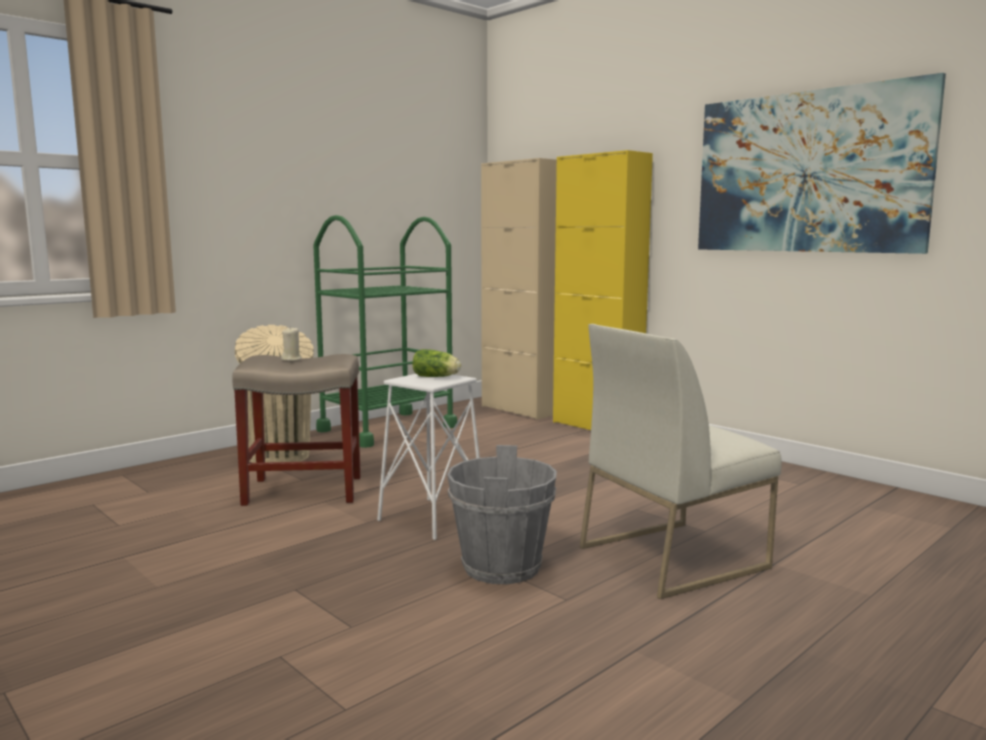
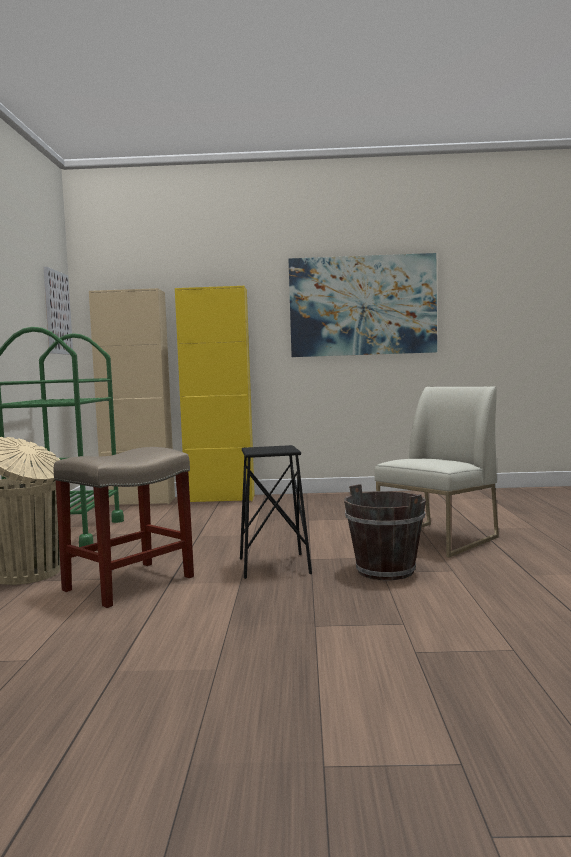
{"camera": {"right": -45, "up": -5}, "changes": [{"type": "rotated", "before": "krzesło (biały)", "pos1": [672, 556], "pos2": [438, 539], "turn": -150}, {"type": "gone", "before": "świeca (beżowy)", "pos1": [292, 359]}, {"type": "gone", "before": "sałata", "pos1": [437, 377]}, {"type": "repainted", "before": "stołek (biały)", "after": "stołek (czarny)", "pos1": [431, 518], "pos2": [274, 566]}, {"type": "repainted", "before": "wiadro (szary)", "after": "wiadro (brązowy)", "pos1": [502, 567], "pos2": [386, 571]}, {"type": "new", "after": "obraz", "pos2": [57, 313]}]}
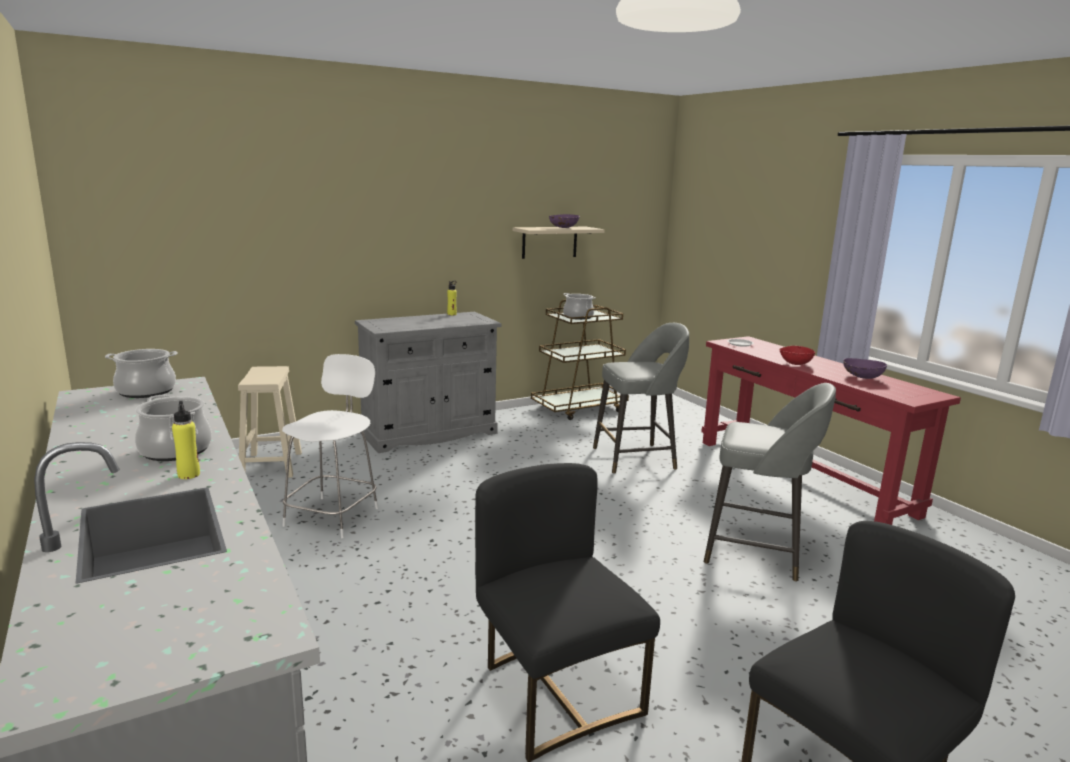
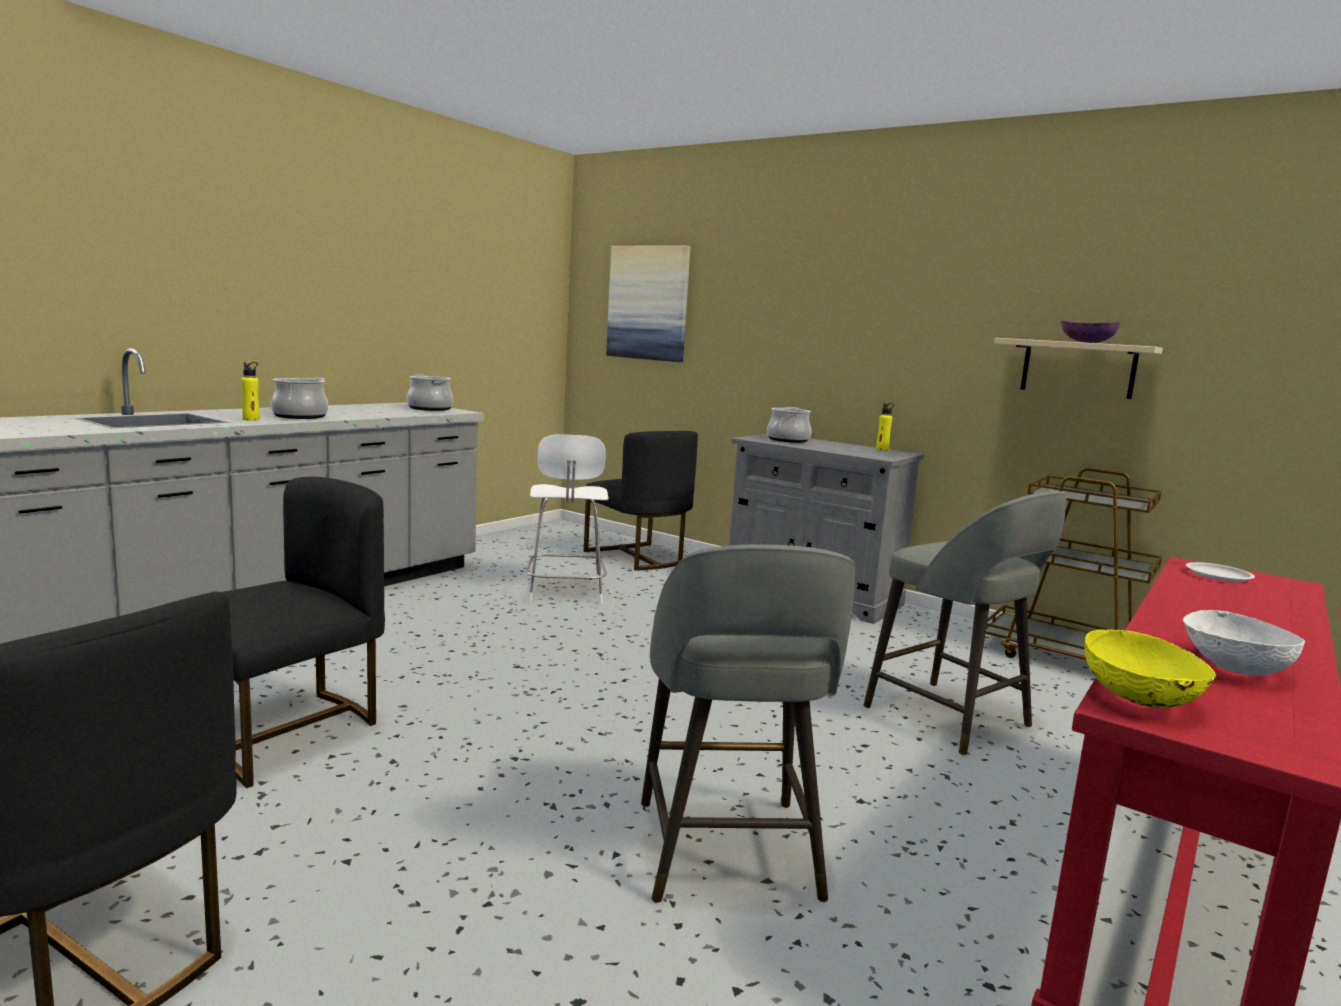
{"camera": {"right": 65, "up": -5}, "changes": [{"type": "shifted", "before": "garnek", "pos1": [578, 317], "pos2": [788, 440]}, {"type": "gone", "before": "miska (czerwony)", "pos1": [795, 363]}, {"type": "rotated", "before": "krzesło (biały)", "pos1": [334, 515], "pos2": [565, 593], "turn": 90}, {"type": "repainted", "before": "miska (fioletowy)", "after": "miska (biały)", "pos1": [862, 377], "pos2": [1232, 668]}, {"type": "swapped", "before": "stołek (beżowy)", "after": "krzesło (czarny)", "pos1": [271, 466], "pos2": [637, 557]}, {"type": "new", "after": "obraz", "pos2": [648, 303]}, {"type": "new", "after": "miska (żółty)", "pos2": [1141, 700]}]}
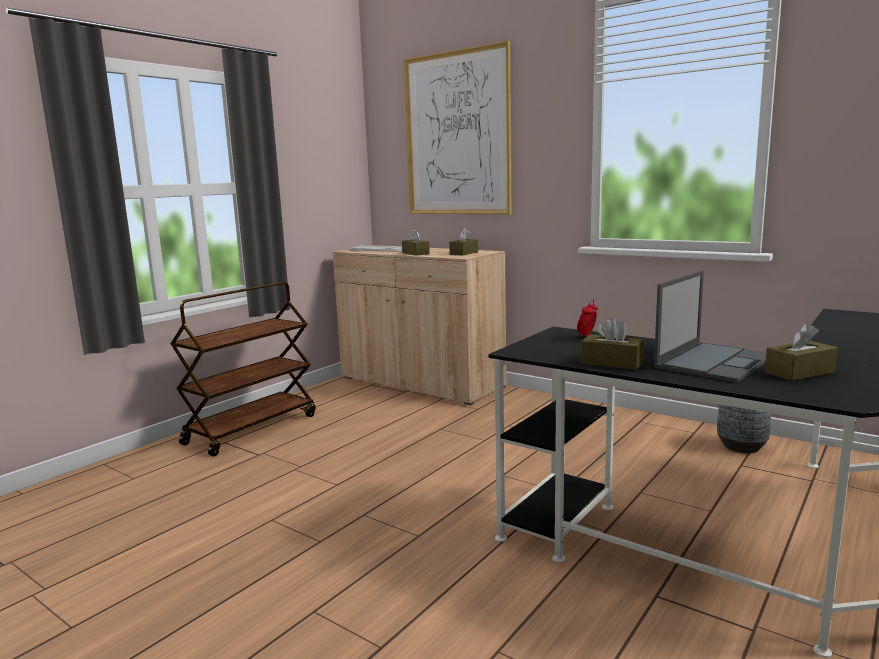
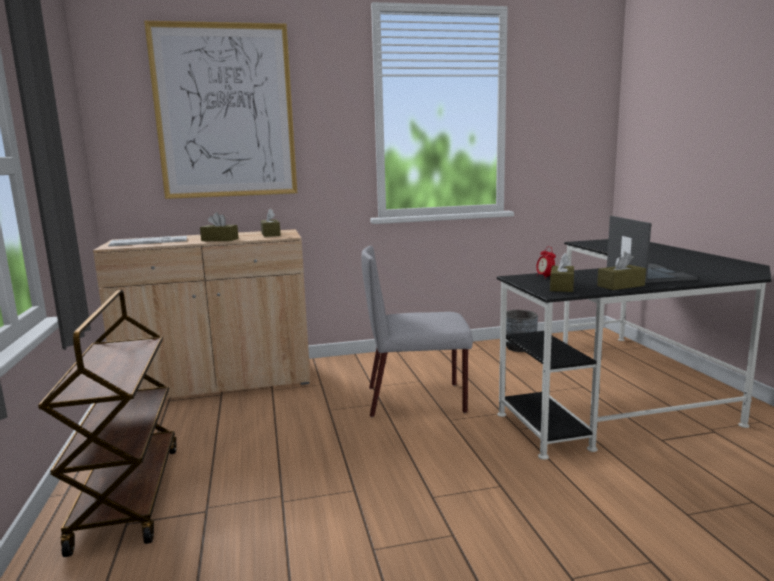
{"camera": {"right": -50, "up": 0}, "changes": [{"type": "shifted", "before": "pudełko chusteczek (brązowy)", "pos1": [799, 372], "pos2": [561, 287]}, {"type": "new", "after": "krzesło (szary)", "pos2": [417, 399]}]}
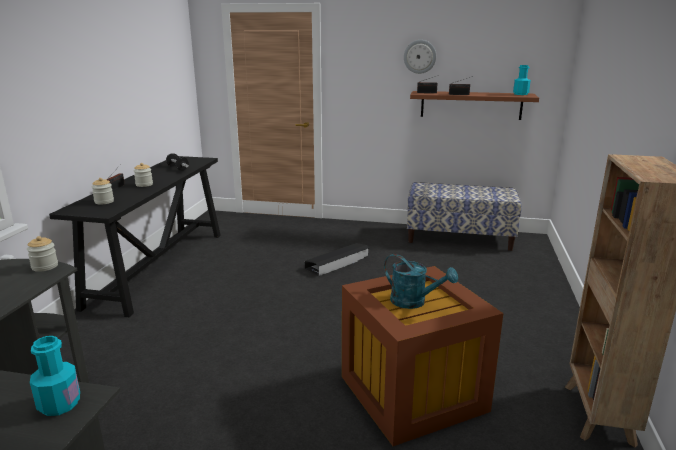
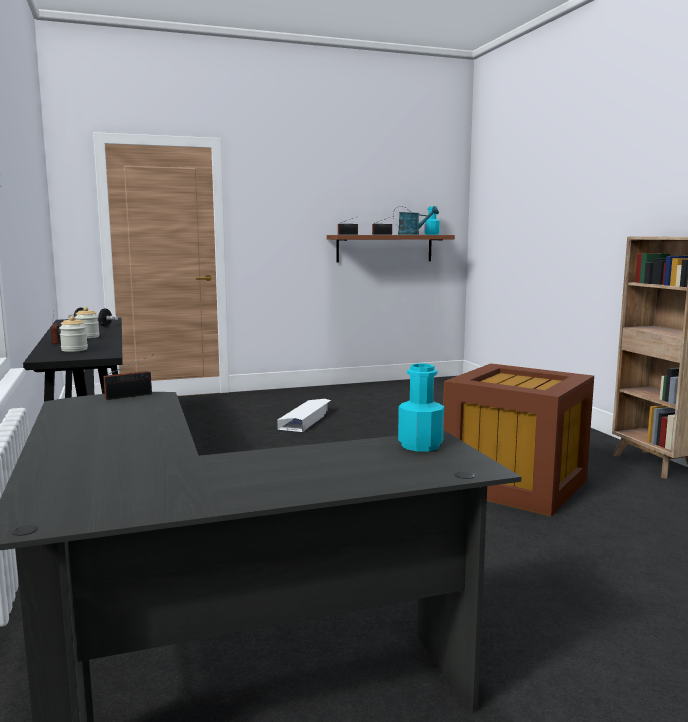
{"camera": {"right": -30, "up": -10}, "changes": [{"type": "gone", "before": "zegar ścienny", "pos1": [420, 56]}, {"type": "gone", "before": "ławka", "pos1": [459, 238]}, {"type": "swapped", "before": "słoik", "after": "radio", "pos1": [45, 266], "pos2": [131, 396]}, {"type": "repainted", "before": "pojemnik do przechowywania (czarny)", "after": "pojemnik do przechowywania (biały)", "pos1": [338, 262], "pos2": [306, 420]}, {"type": "shifted", "before": "konewka (turkusowy)", "pos1": [414, 302], "pos2": [413, 234]}]}
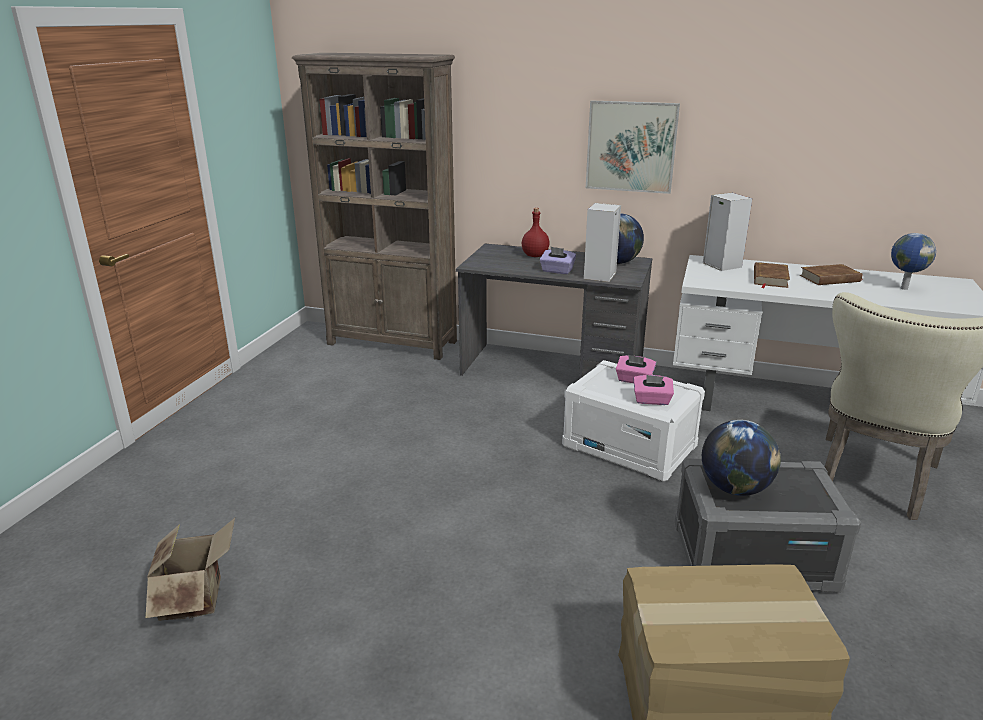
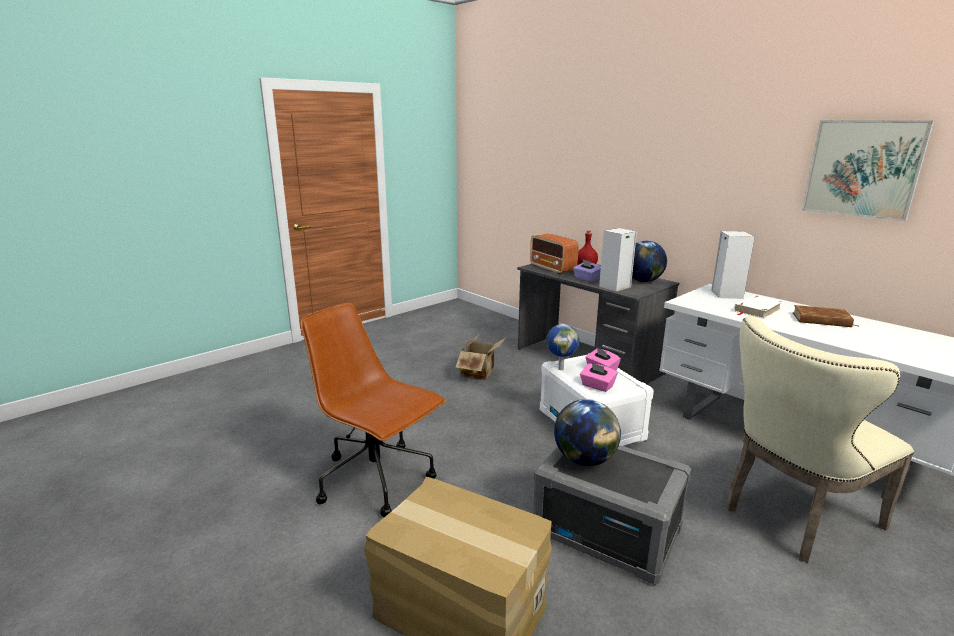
{"camera": {"right": 30, "up": -5}, "changes": [{"type": "gone", "before": "regał (brązowy)", "pos1": [393, 343]}, {"type": "shifted", "before": "obraz", "pos1": [631, 147], "pos2": [863, 169]}, {"type": "shifted", "before": "globus", "pos1": [903, 288], "pos2": [561, 368]}, {"type": "repainted", "before": "książka (brązowy)", "after": "książka (biały)", "pos1": [769, 278], "pos2": [756, 310]}, {"type": "shifted", "before": "karton", "pos1": [197, 598], "pos2": [480, 373]}, {"type": "new", "after": "radio", "pos2": [553, 269]}, {"type": "new", "after": "krzesło biurowe (brązowy)", "pos2": [377, 479]}]}
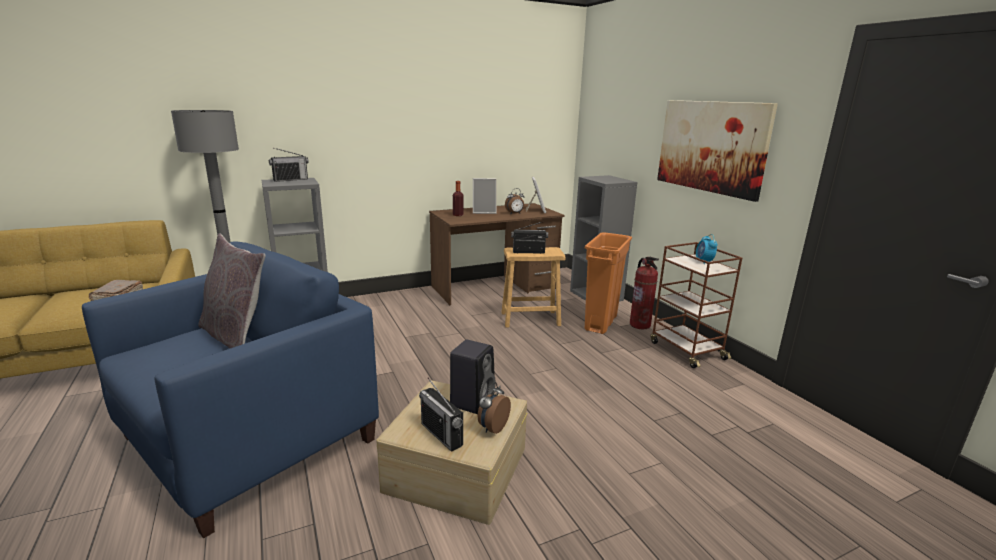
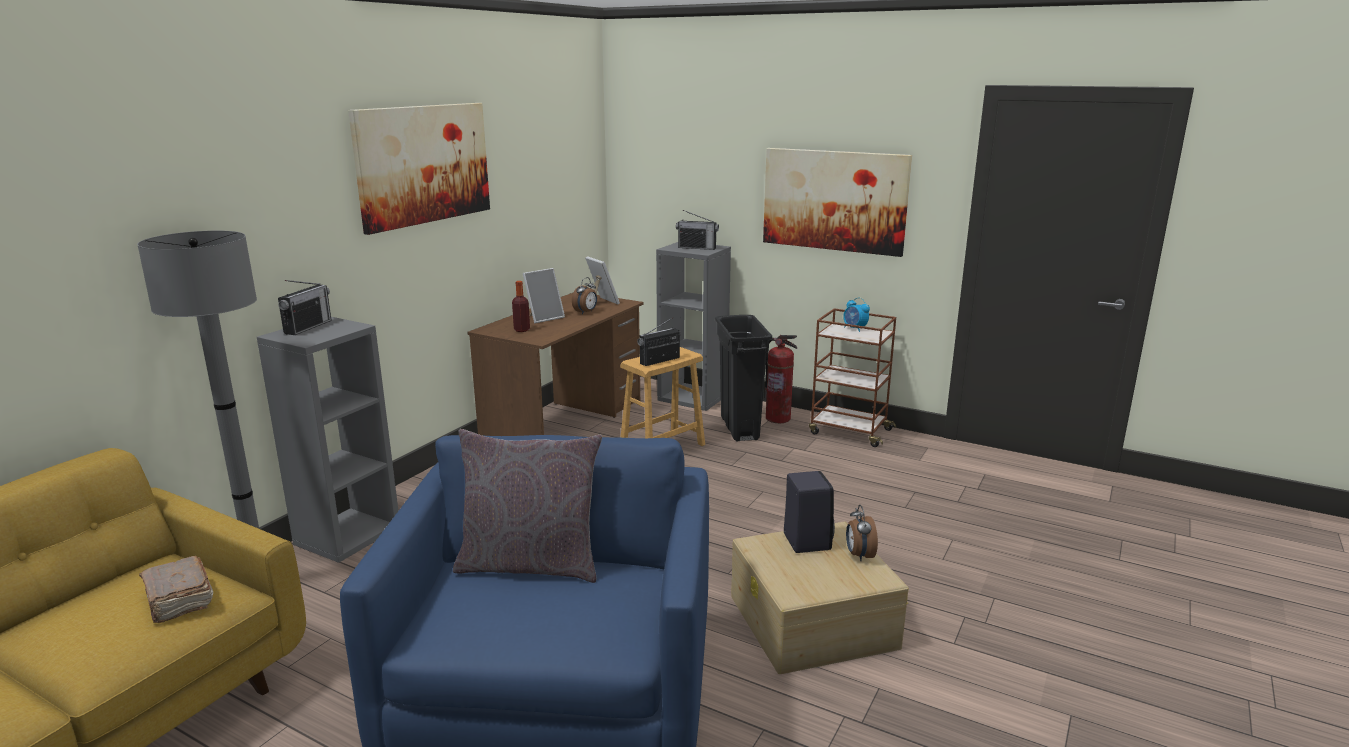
{"camera": {"right": -35, "up": 0}, "changes": [{"type": "repainted", "before": "kosz na śmieci (pomarańczowy)", "after": "kosz na śmieci (czarny)", "pos1": [600, 323], "pos2": [739, 428]}, {"type": "shifted", "before": "radio", "pos1": [441, 434], "pos2": [697, 248]}, {"type": "new", "after": "obraz", "pos2": [423, 164]}]}
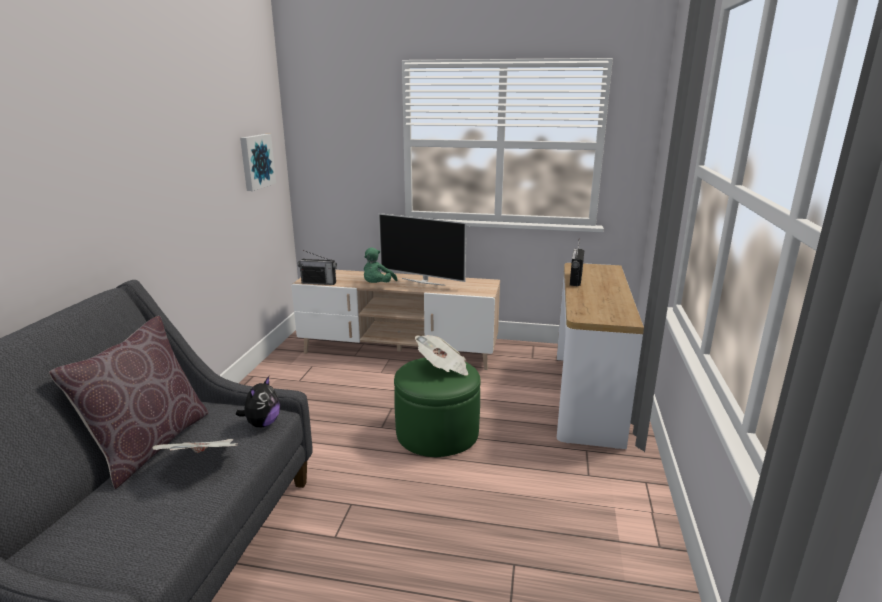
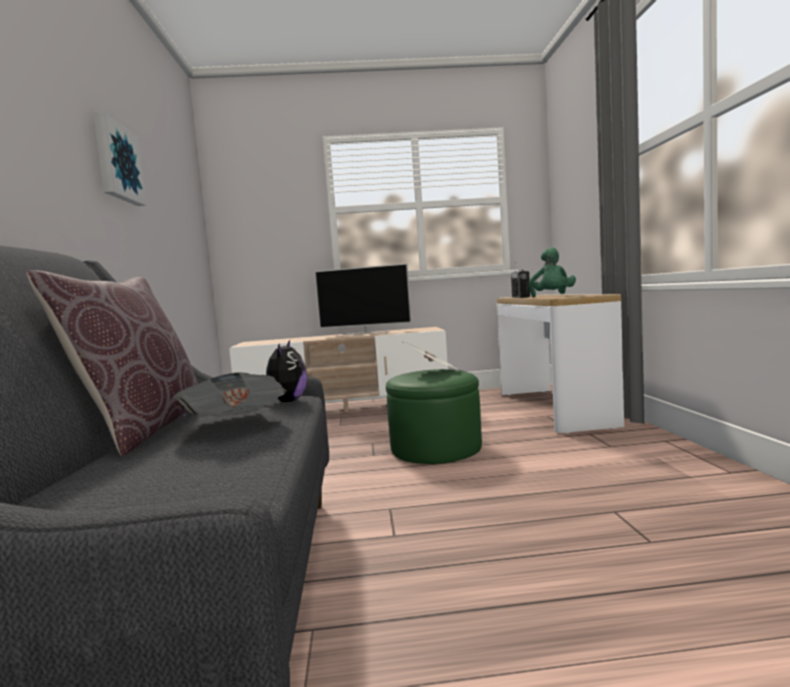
{"camera": {"right": -15, "up": -15}, "changes": [{"type": "shifted", "before": "obraz", "pos1": [256, 161], "pos2": [117, 163]}, {"type": "shifted", "before": "pluszak (zielony)", "pos1": [377, 285], "pos2": [552, 296]}, {"type": "gone", "before": "radio", "pos1": [319, 283]}]}
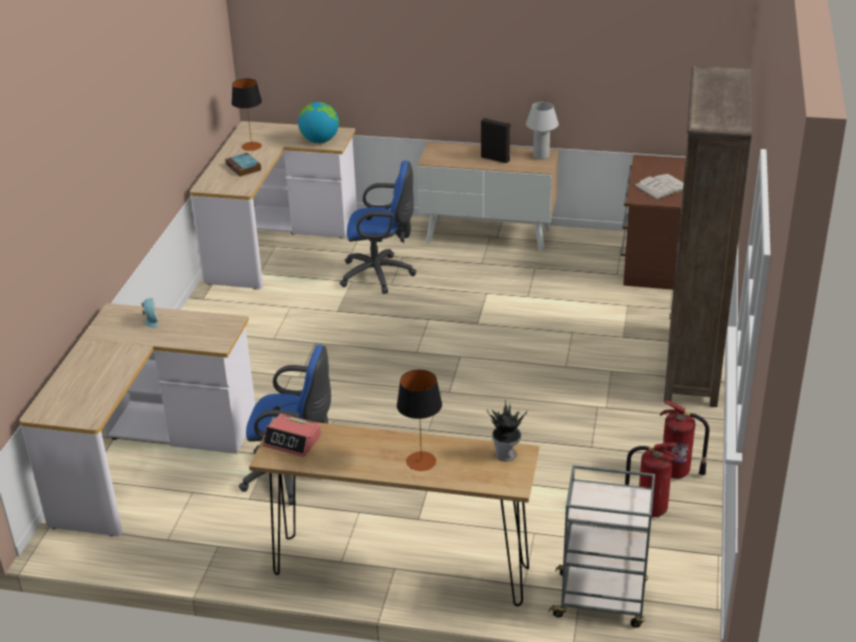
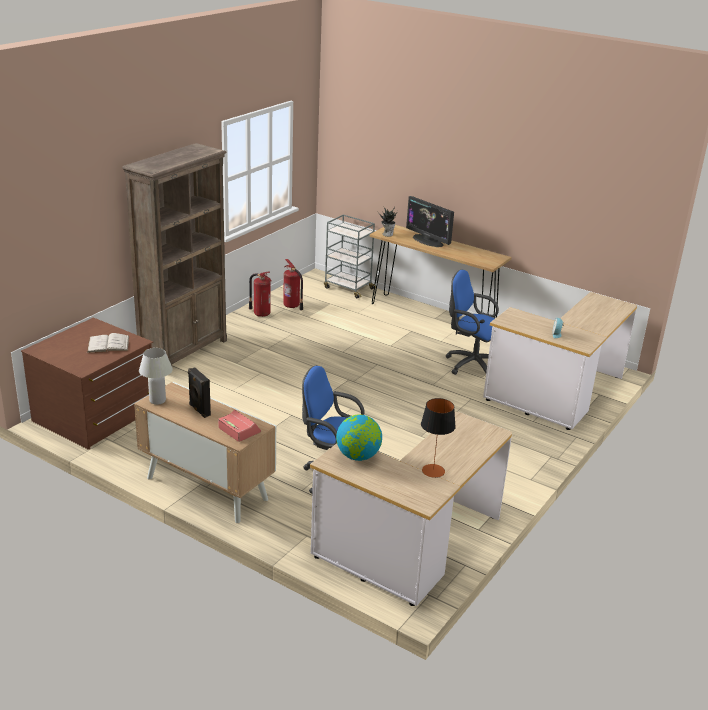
{"camera": {"right": -160, "up": -5}, "changes": [{"type": "gone", "before": "książka", "pos1": [244, 167]}, {"type": "swapped", "before": "lampa stołowa", "after": "monitor", "pos1": [421, 461], "pos2": [428, 241]}, {"type": "shifted", "before": "budzik", "pos1": [292, 441], "pos2": [239, 430]}]}
